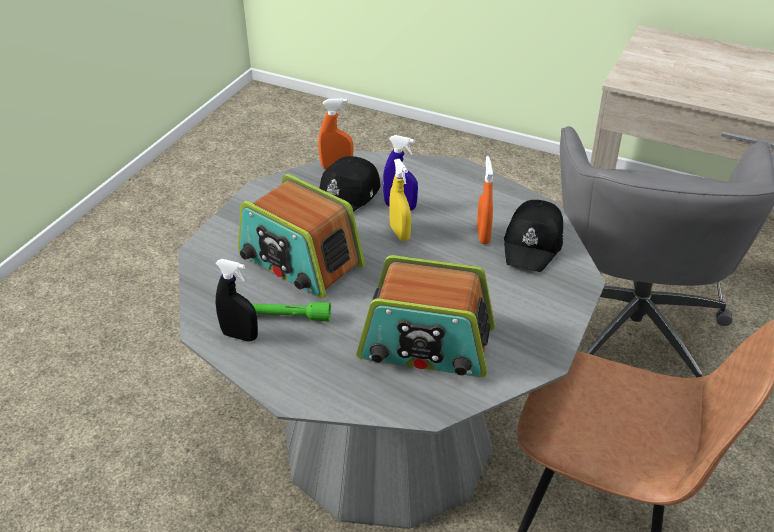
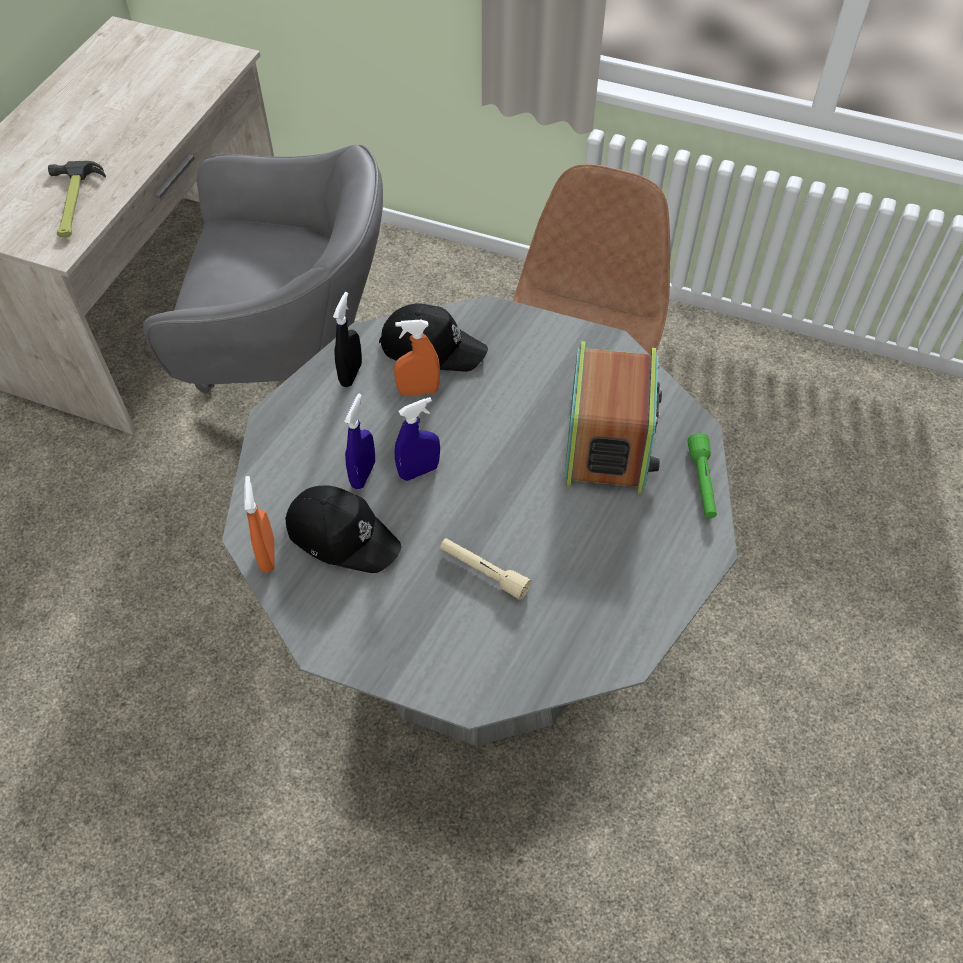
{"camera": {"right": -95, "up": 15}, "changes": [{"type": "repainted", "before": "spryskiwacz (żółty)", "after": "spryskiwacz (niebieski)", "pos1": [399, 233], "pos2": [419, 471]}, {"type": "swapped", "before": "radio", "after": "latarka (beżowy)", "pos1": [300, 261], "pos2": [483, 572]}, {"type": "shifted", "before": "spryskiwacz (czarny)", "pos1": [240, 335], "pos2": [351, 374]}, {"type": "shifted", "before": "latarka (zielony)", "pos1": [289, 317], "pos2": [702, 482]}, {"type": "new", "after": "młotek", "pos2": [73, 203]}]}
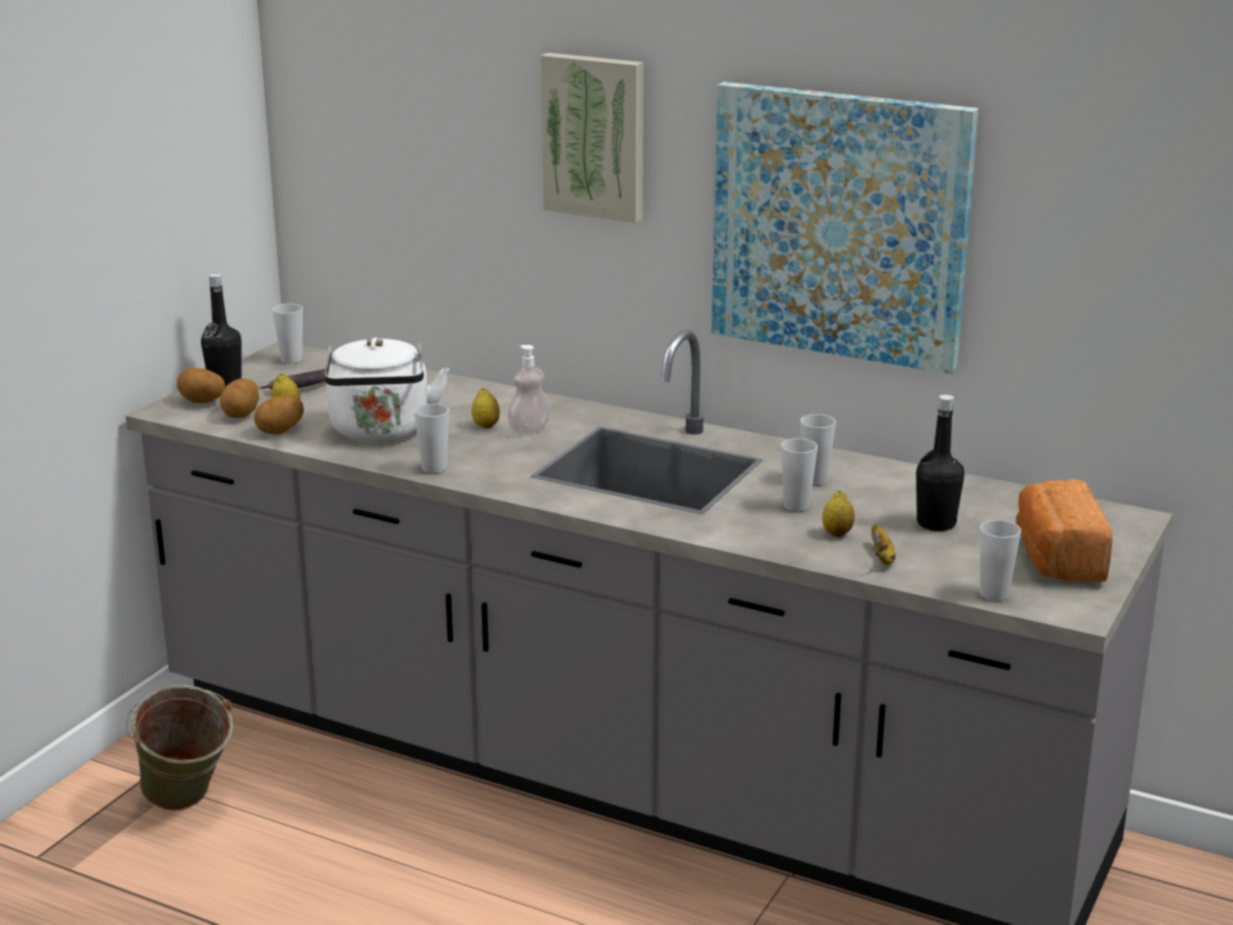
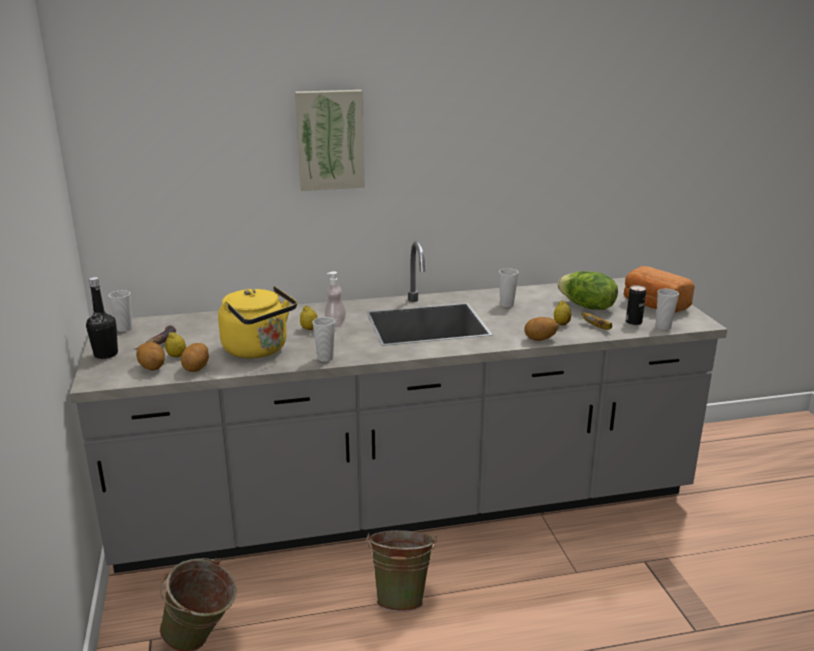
{"camera": {"right": -40, "up": 0}, "changes": [{"type": "gone", "before": "obraz", "pos1": [840, 225]}, {"type": "repainted", "before": "czajnik (biały)", "after": "czajnik (żółty)", "pos1": [381, 433], "pos2": [258, 350]}, {"type": "shifted", "before": "ziemniak", "pos1": [202, 402], "pos2": [540, 339]}, {"type": "swapped", "before": "butelka (czarny)", "after": "sałata", "pos1": [936, 523], "pos2": [586, 306]}, {"type": "gone", "before": "filiżanka", "pos1": [796, 506]}, {"type": "new", "after": "puszka", "pos2": [633, 322]}, {"type": "new", "after": "wiadro (zielony)", "pos2": [402, 597]}]}
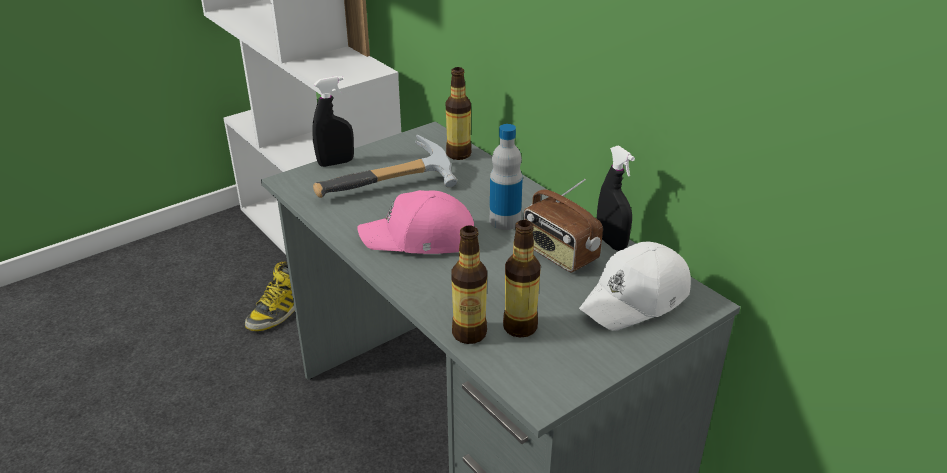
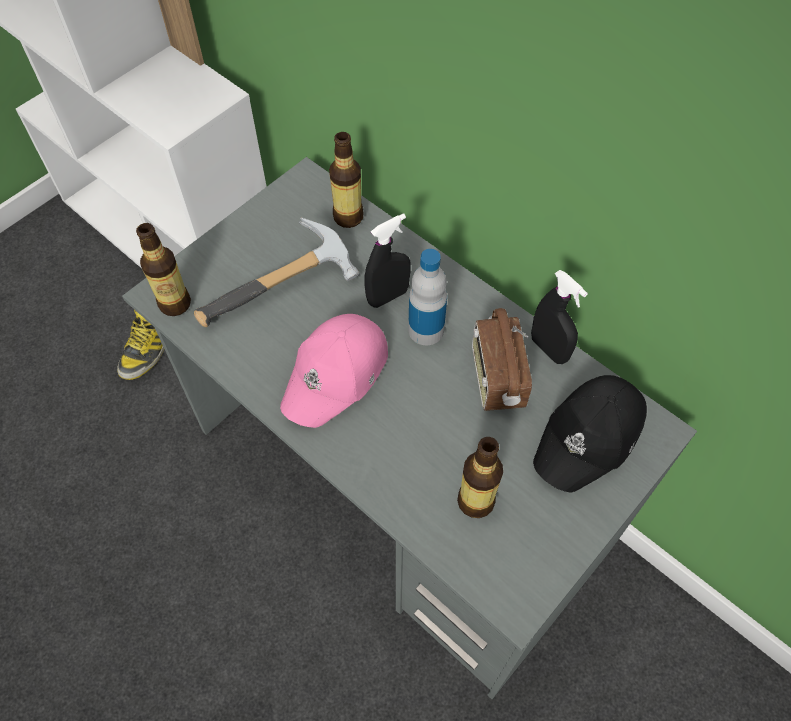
{"camera": {"right": -10, "up": 25}, "changes": [{"type": "shifted", "before": "spryskiwacz (czarny)", "pos1": [336, 163], "pos2": [388, 296]}, {"type": "rotated", "before": "radio", "pos1": [559, 254], "pos2": [496, 378], "turn": 45}, {"type": "rotated", "before": "czapka z daszkiem (różowy)", "pos1": [420, 239], "pos2": [337, 375], "turn": -45}, {"type": "shifted", "before": "butelka", "pos1": [469, 333], "pos2": [175, 304]}, {"type": "repainted", "before": "czapka z daszkiem (biały)", "after": "czapka z daszkiem (czarny)", "pos1": [636, 299], "pos2": [590, 437]}]}
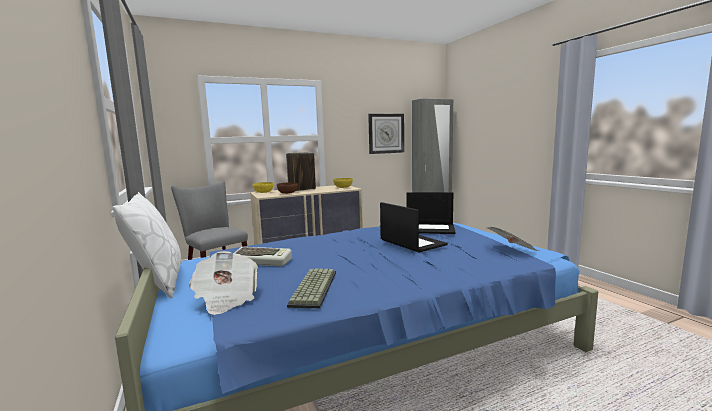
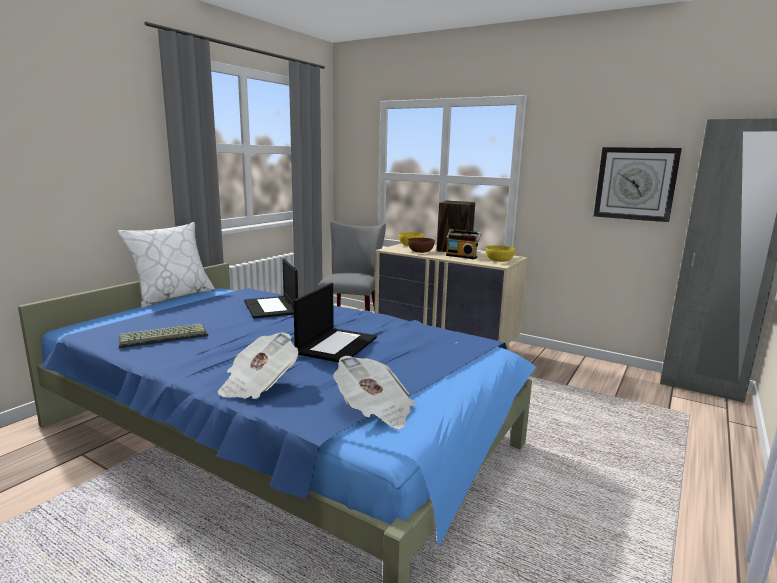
{"camera": {"right": 55, "up": 5}, "changes": [{"type": "shifted", "before": "laptop", "pos1": [430, 229], "pos2": [271, 307]}, {"type": "gone", "before": "klawiatura", "pos1": [262, 261]}, {"type": "shifted", "before": "gazeta", "pos1": [226, 298], "pos2": [258, 385]}, {"type": "new", "after": "radio", "pos2": [462, 256]}]}
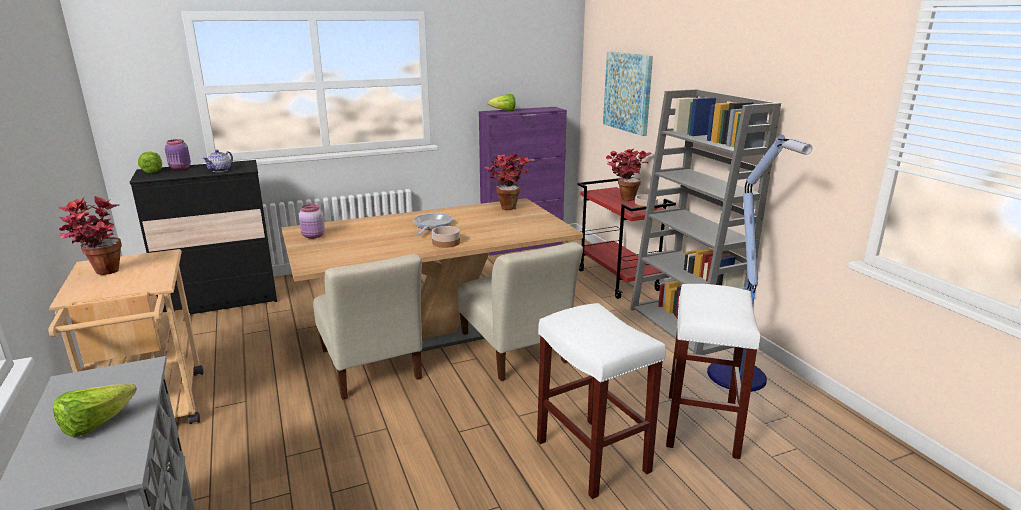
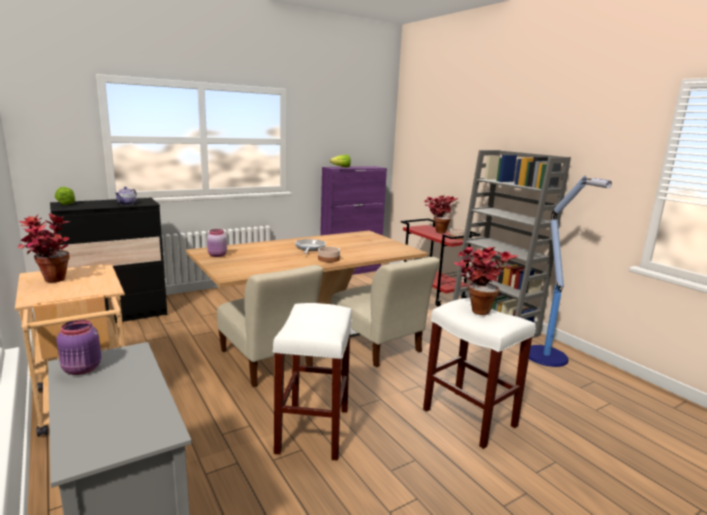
{"camera": {"right": -10, "up": -5}, "changes": [{"type": "gone", "before": "obraz", "pos1": [628, 92]}, {"type": "shifted", "before": "słoik (fioletowy)", "pos1": [180, 168], "pos2": [82, 369]}, {"type": "shifted", "before": "roślina doniczkowa", "pos1": [507, 206], "pos2": [476, 309]}, {"type": "shifted", "before": "stołek (biały)", "pos1": [701, 424], "pos2": [313, 429]}, {"type": "gone", "before": "sałata", "pos1": [96, 424]}]}
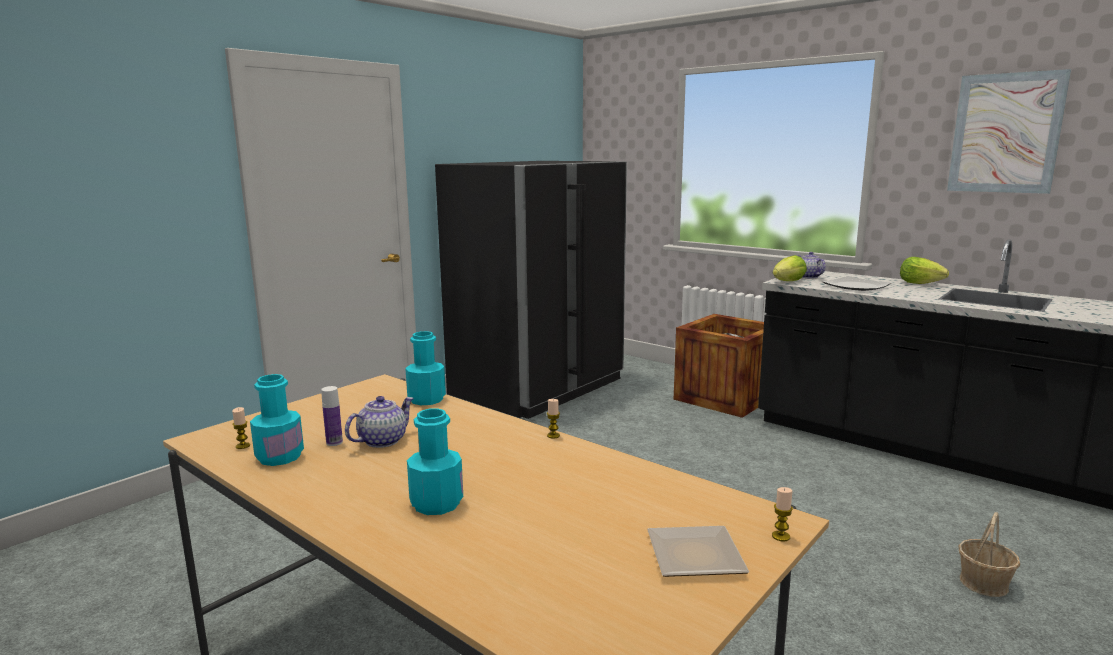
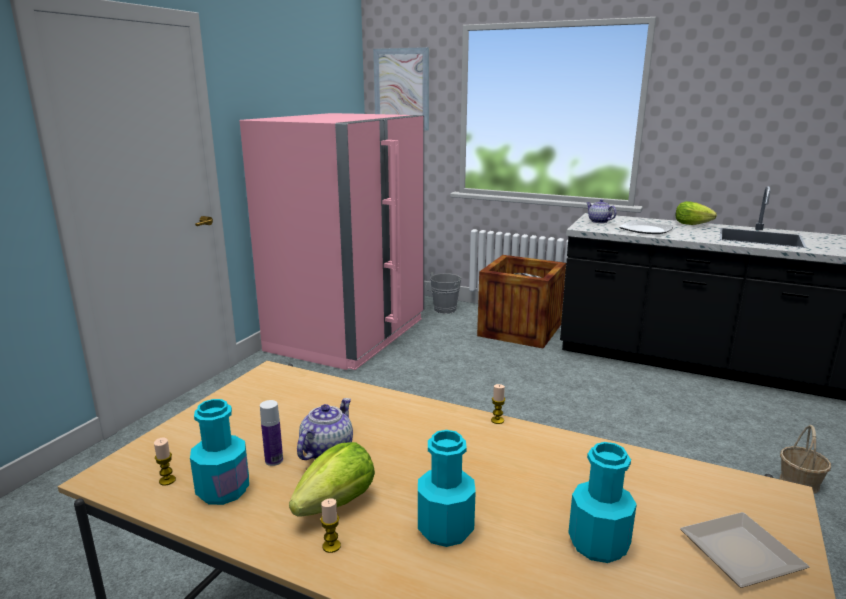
{"camera": {"right": -15, "up": 5}, "changes": [{"type": "shifted", "before": "obraz", "pos1": [1005, 133], "pos2": [401, 89]}, {"type": "repainted", "before": "lodówka (czarny)", "after": "lodówka (różowy)", "pos1": [538, 387], "pos2": [349, 335]}, {"type": "shifted", "before": "sałata", "pos1": [788, 282], "pos2": [337, 504]}, {"type": "shifted", "before": "butelka (turkusowy)", "pos1": [426, 399], "pos2": [598, 544]}, {"type": "shifted", "before": "świeca", "pos1": [780, 536], "pos2": [331, 546]}, {"type": "new", "after": "wiadro (szary)", "pos2": [443, 310]}]}
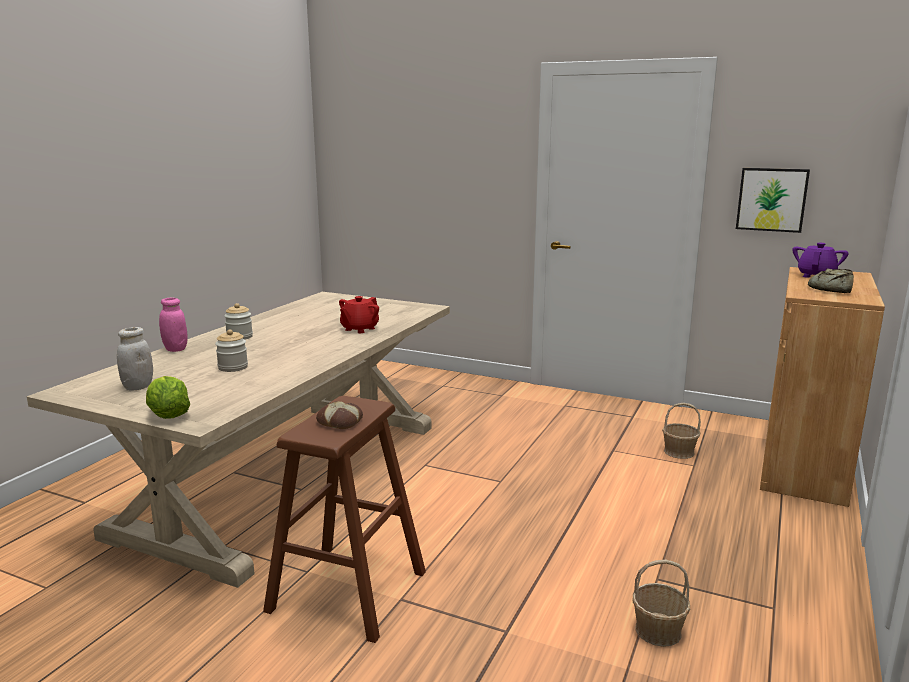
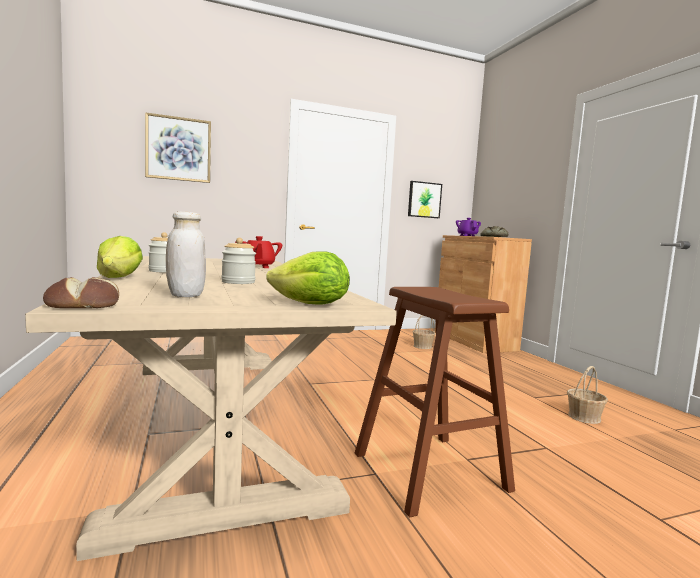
{"camera": {"right": -45, "up": -10}, "changes": [{"type": "swapped", "before": "słoik (różowy)", "after": "sałata", "pos1": [175, 349], "pos2": [119, 277]}, {"type": "shifted", "before": "chleb", "pos1": [340, 421], "pos2": [84, 304]}, {"type": "new", "after": "obraz", "pos2": [178, 149]}]}
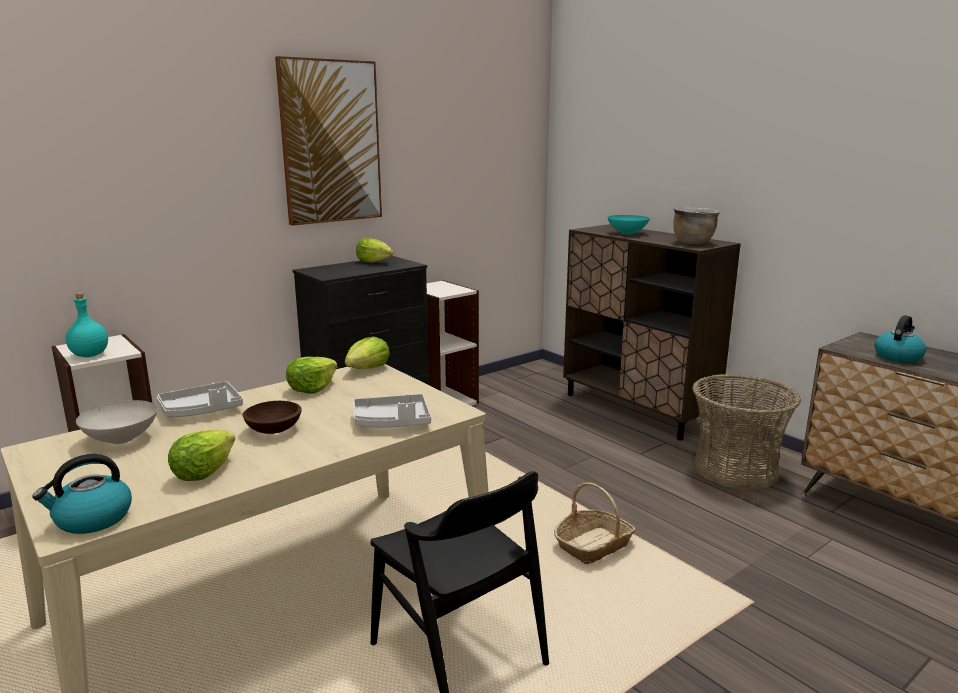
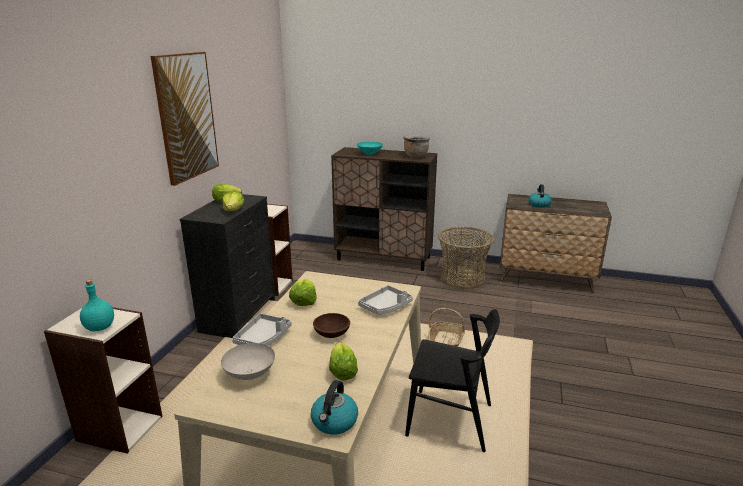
{"camera": {"right": -35, "up": 5}, "changes": [{"type": "shifted", "before": "sałata", "pos1": [368, 369], "pos2": [233, 210]}]}
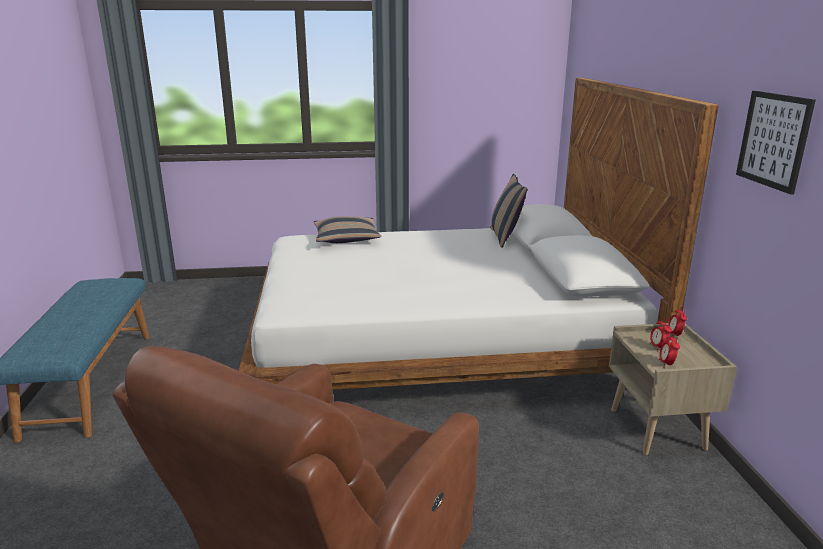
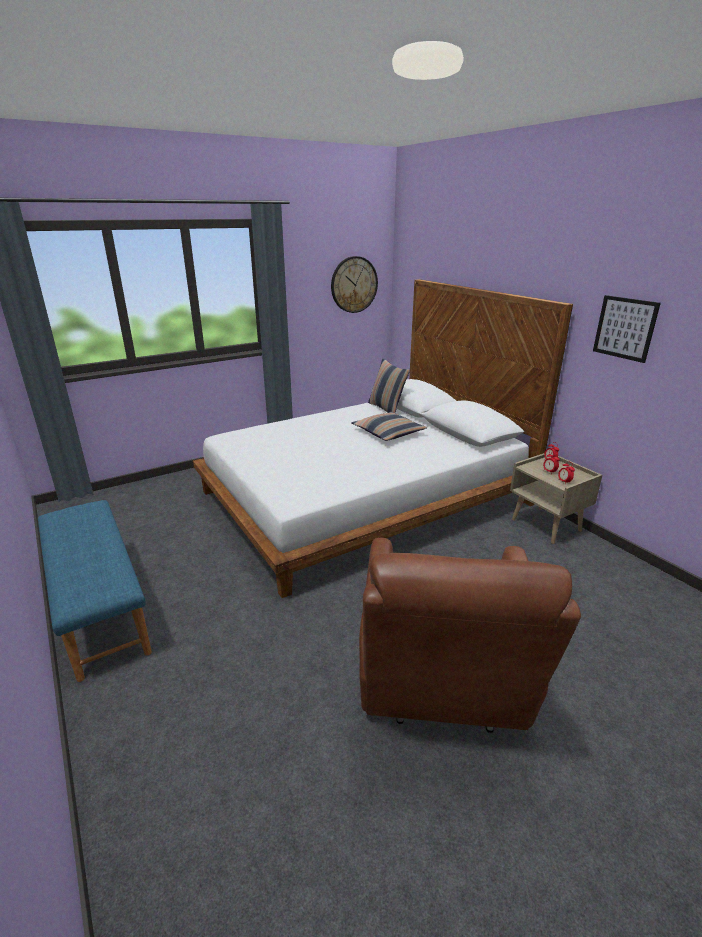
{"camera": {"right": -25, "up": 5}, "changes": [{"type": "shifted", "before": "poduszka", "pos1": [346, 238], "pos2": [388, 433]}, {"type": "new", "after": "zegar ścienny", "pos2": [354, 284]}]}
